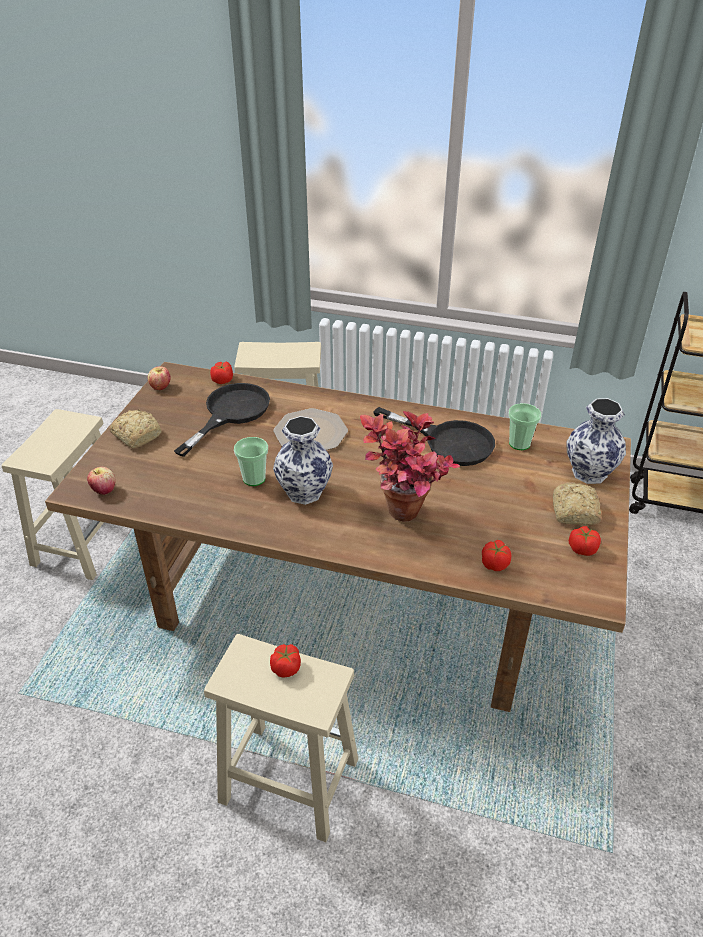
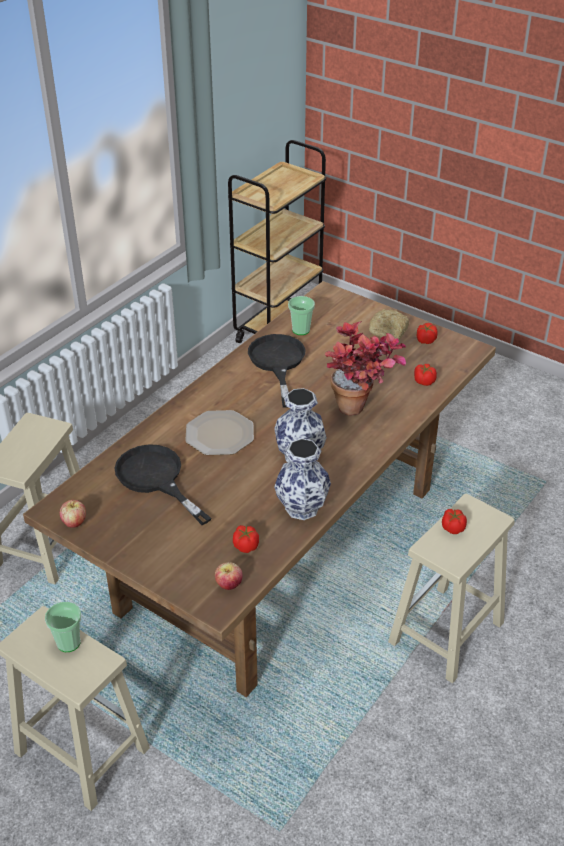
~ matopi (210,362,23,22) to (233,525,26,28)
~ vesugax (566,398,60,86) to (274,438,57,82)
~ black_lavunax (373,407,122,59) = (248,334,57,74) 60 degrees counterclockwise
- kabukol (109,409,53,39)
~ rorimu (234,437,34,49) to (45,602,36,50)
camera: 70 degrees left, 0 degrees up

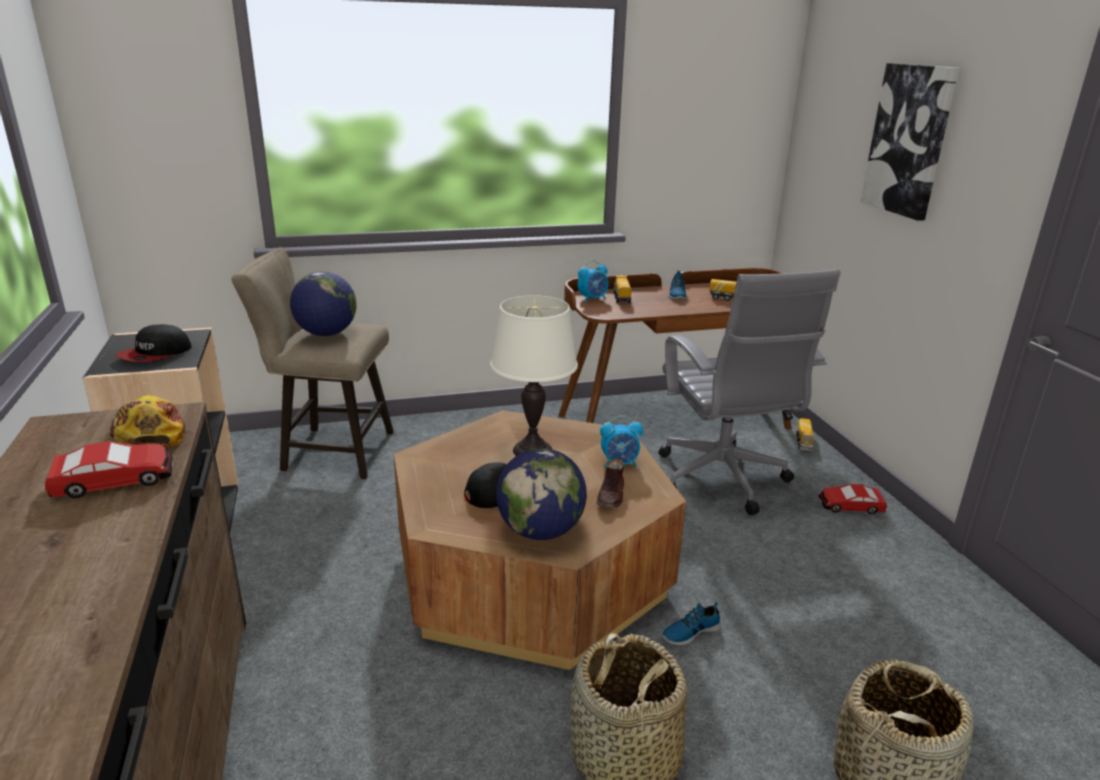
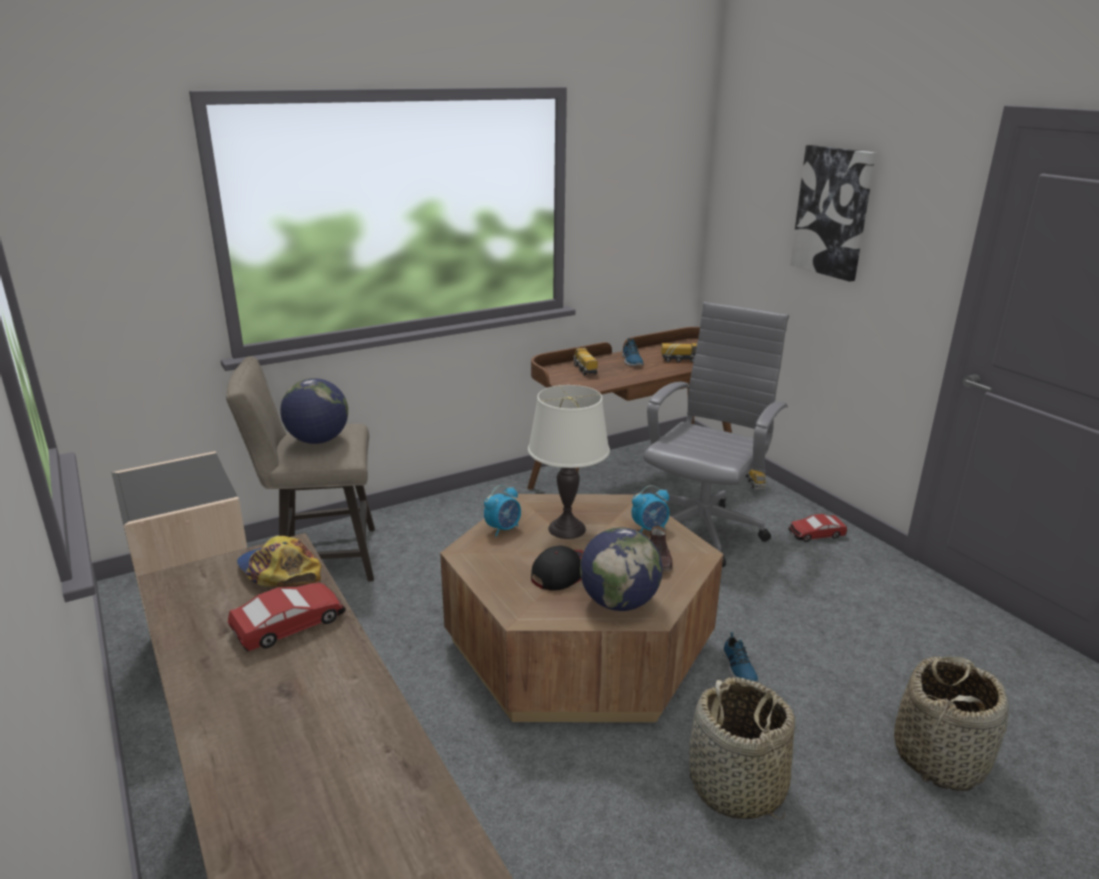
~ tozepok (577,260,32,42) to (484,485,37,52)
~ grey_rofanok (659,269,181,246) = (643,302,146,265) 120 degrees counterclockwise
- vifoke (115,324,77,38)
~ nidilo (662,602,59,43) = (722,632,37,51) 60 degrees counterclockwise
camera: 15 degrees left, 0 degrees up

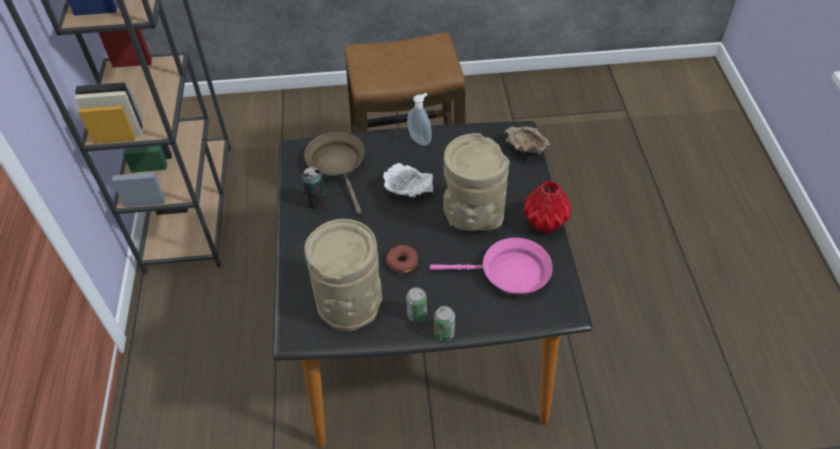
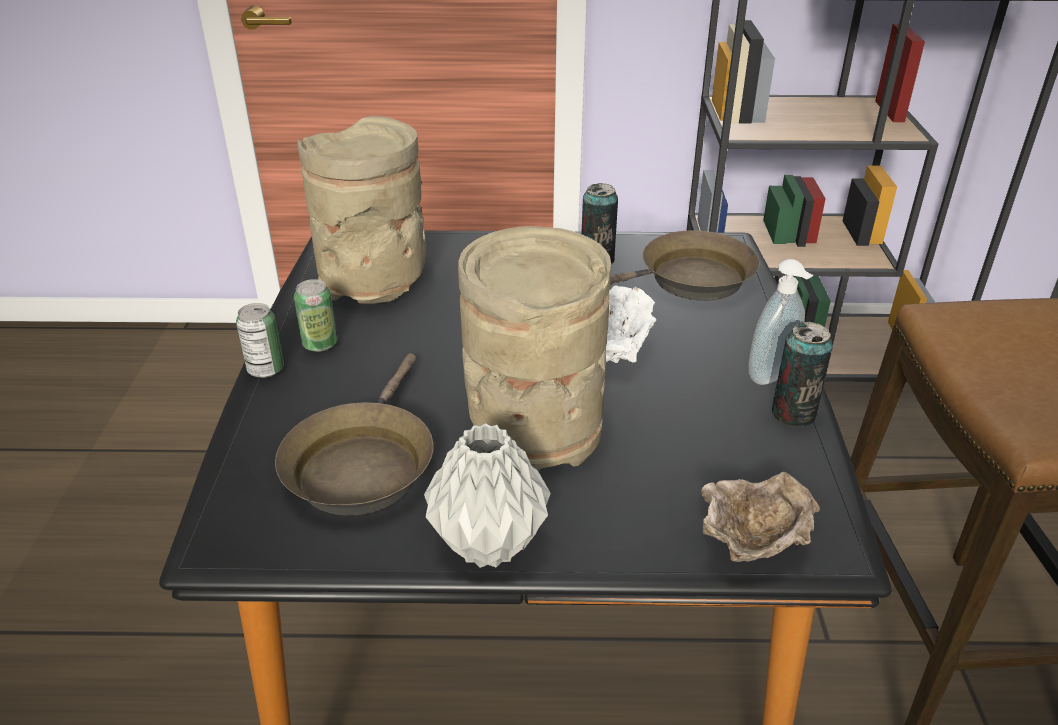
~ red_vesugax (523,181,49,52) to grey_vesugax (424,423,126,145)
~ pink_lavunax (430,238,123,57) to brown_lavunax (275,353,158,163)
- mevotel (386,245,32,30)
+ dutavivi (772,322,61,105)
camera: 95 degrees right, 15 degrees down

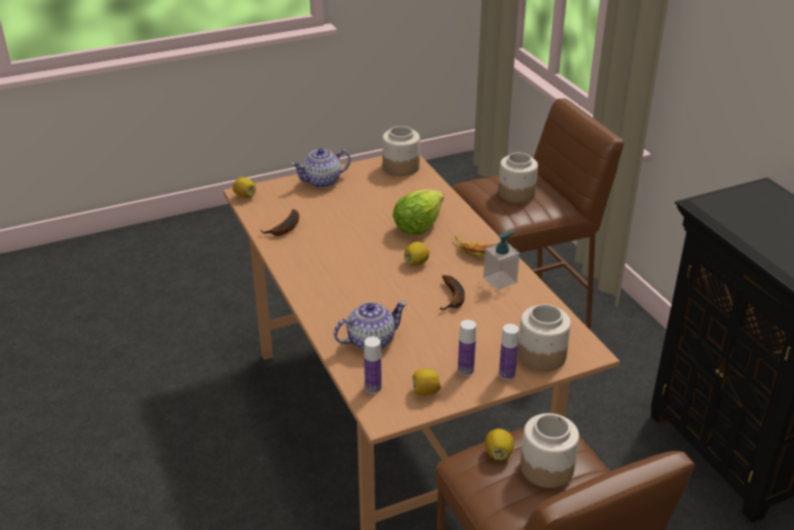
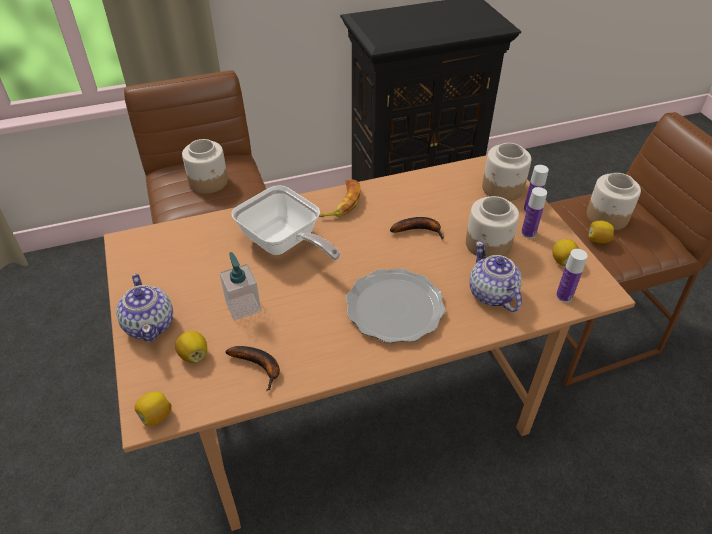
~ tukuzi (382,126,38,50) to (466,196,53,61)
~ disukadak (393,189,51,45) to lavunax (232,185,108,75)
~ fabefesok (483,231,37,59) to (220,252,41,69)
~ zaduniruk (404,242,25,24) to (175,331,32,32)
+ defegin (346,268,100,75)
camera: 85 degrees left, 10 degrees up

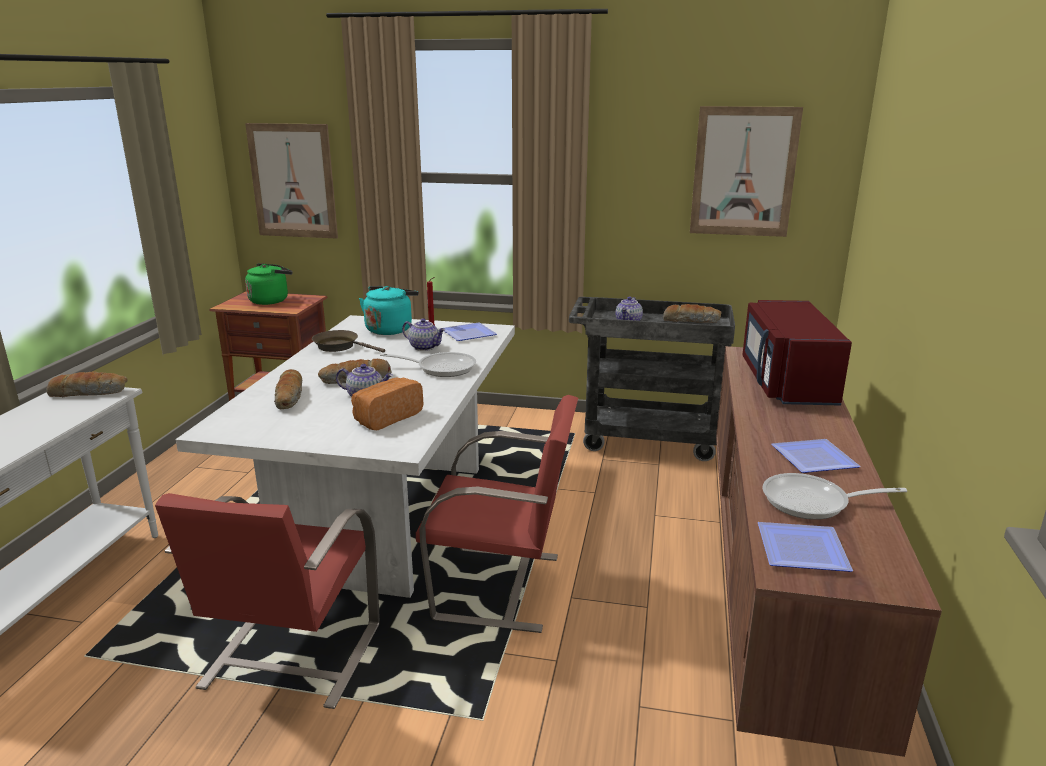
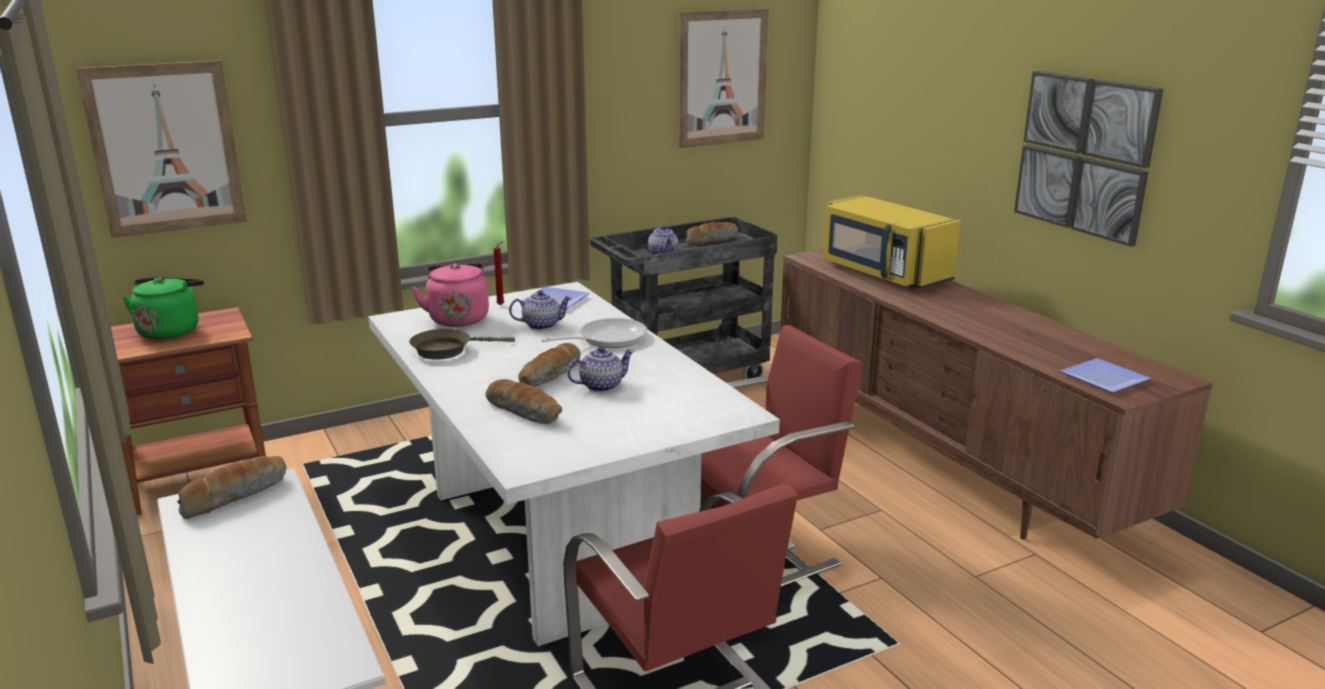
~ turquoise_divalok (359,286,60,49) to pink_divalok (411,263,78,64)
~ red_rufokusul (743,300,109,106) to yellow_rufokusul (823,195,138,94)
- kabukol (351,377,72,53)
- defegin (771,439,90,34)
- lavunax (762,473,145,47)
+ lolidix (1014,71,149,176)
camera: 40 degrees left, 0 degrees up

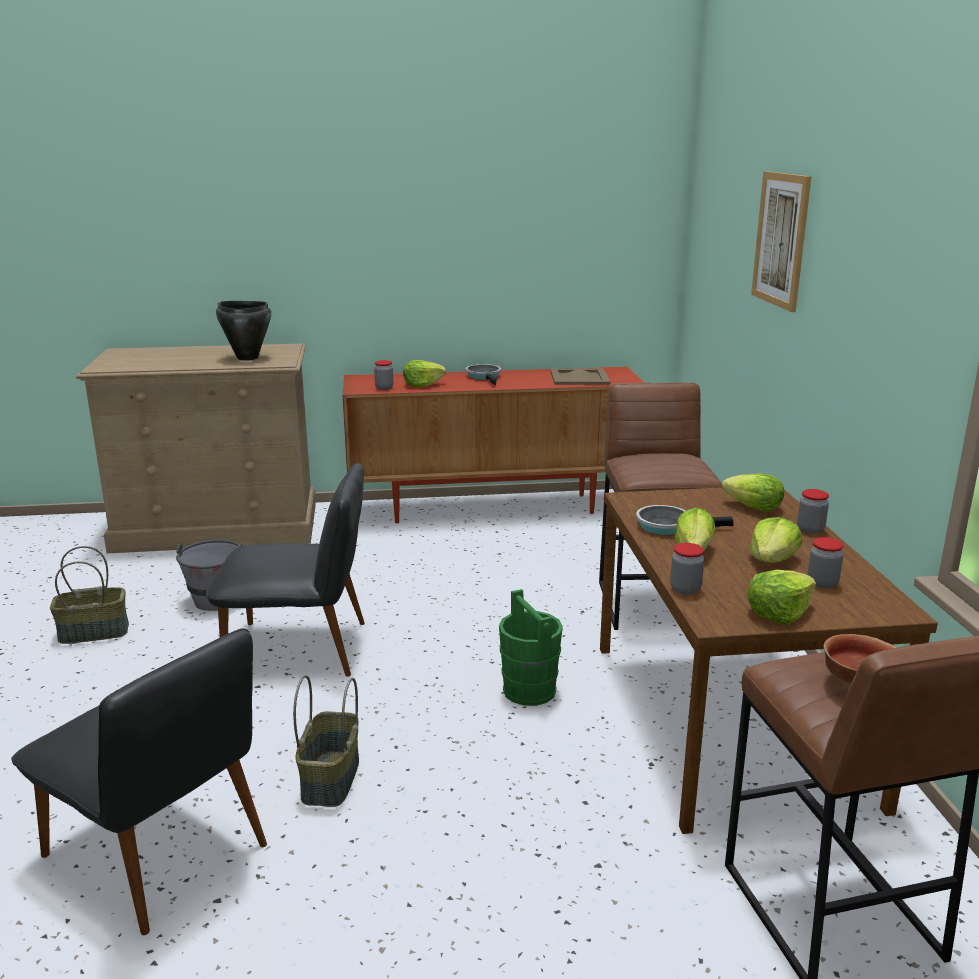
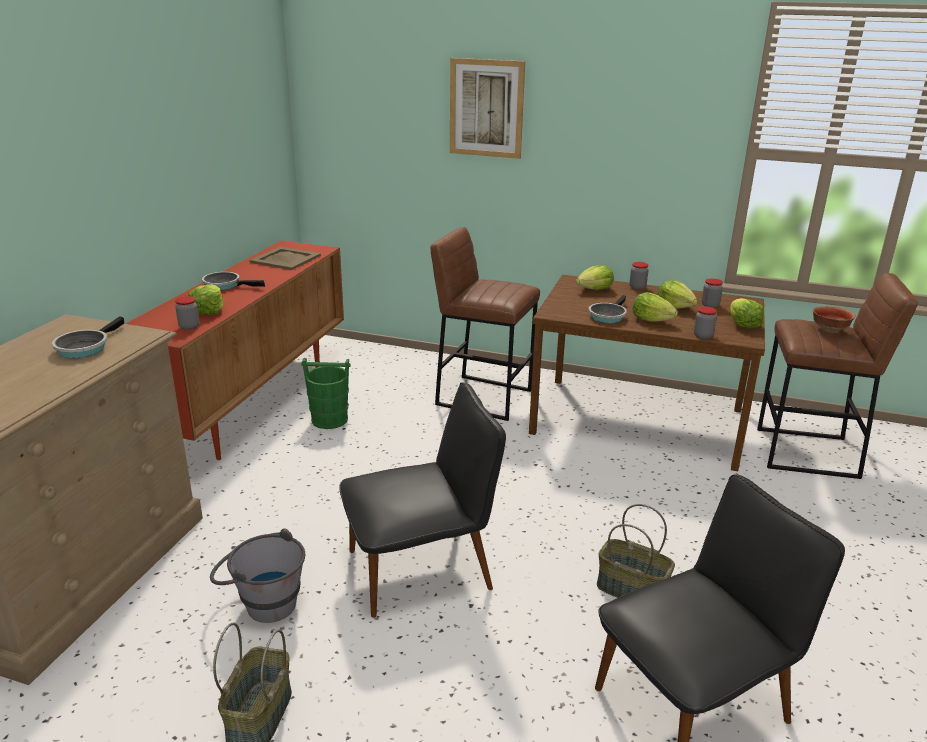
~ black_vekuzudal (216,301,55,60) to lavunax (52,316,72,42)
~ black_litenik (206,463,159,214) = (339,382,167,236) 45 degrees clockwise
~ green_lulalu (499,589,64,117) to (301,358,50,71)
camera: 65 degrees left, 5 degrees up

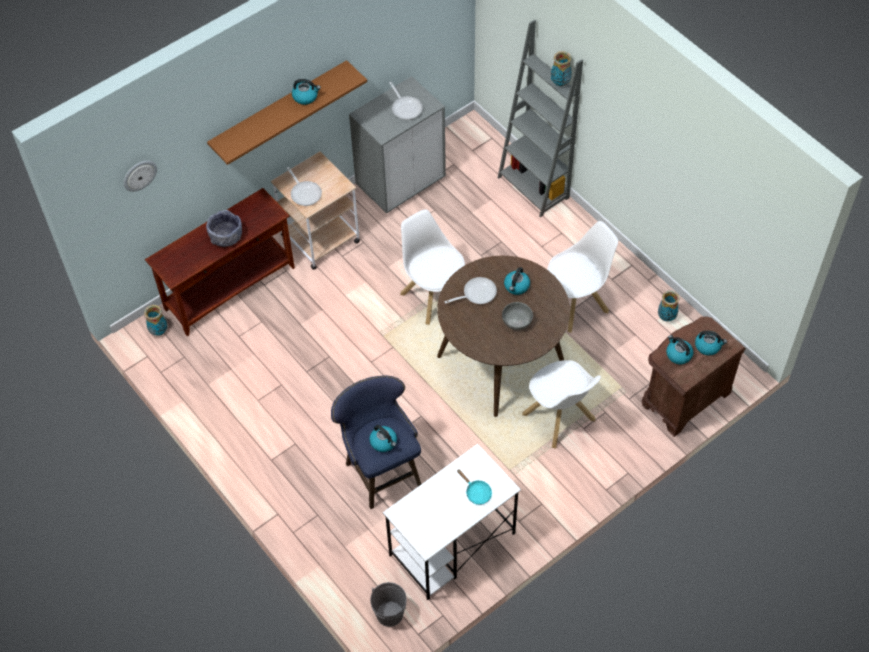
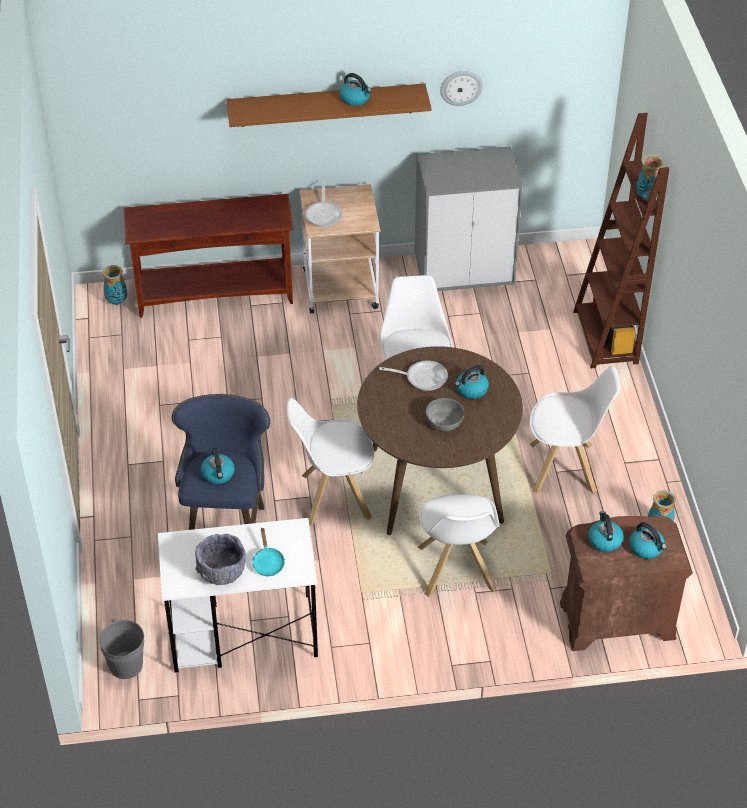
~ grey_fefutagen (498,19,85,198) to brown_fefutagen (573,113,96,256)
- lavunax (389,82,34,38)
~ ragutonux (124,161,33,31) to (440,71,43,35)
~ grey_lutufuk (206,210,36,37) to (195,534,51,51)
+ white_litenik (287,398,87,127)
camera: 30 degrees right, 10 degrees down

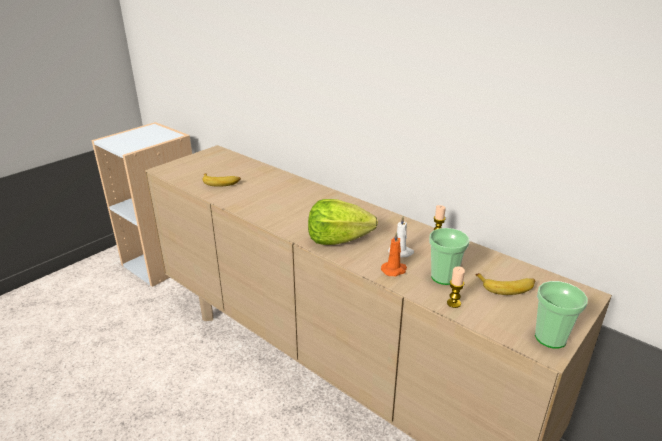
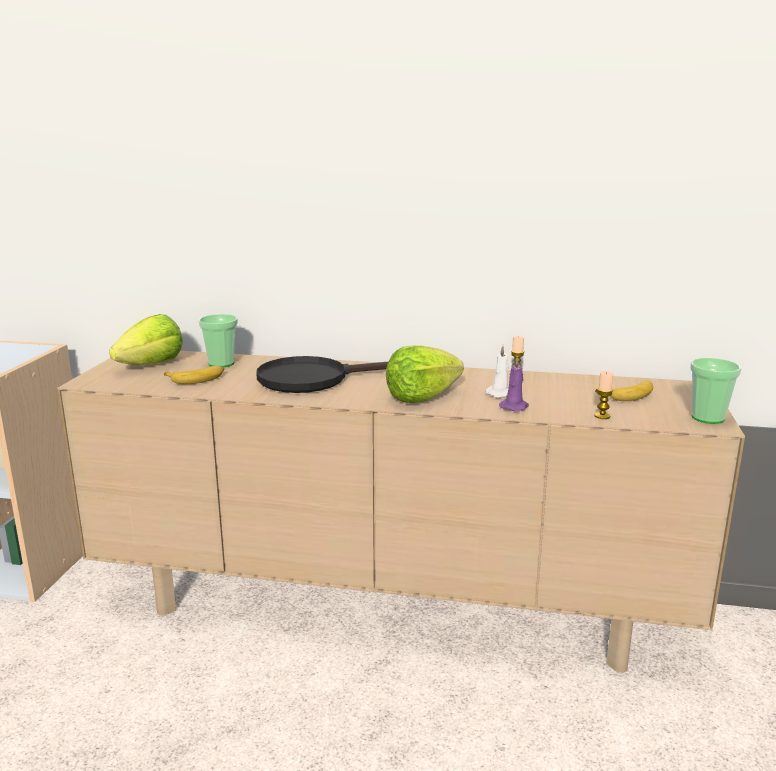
~ rorimu (429,228,40,57) to (199,314,39,53)
~ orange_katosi (381,232,26,44) to purple_katosi (499,356,30,56)
+ disukadak (109,314,74,51)
+ black_lavunax (256,356,132,37)
camera: 30 degrees left, 10 degrees down

